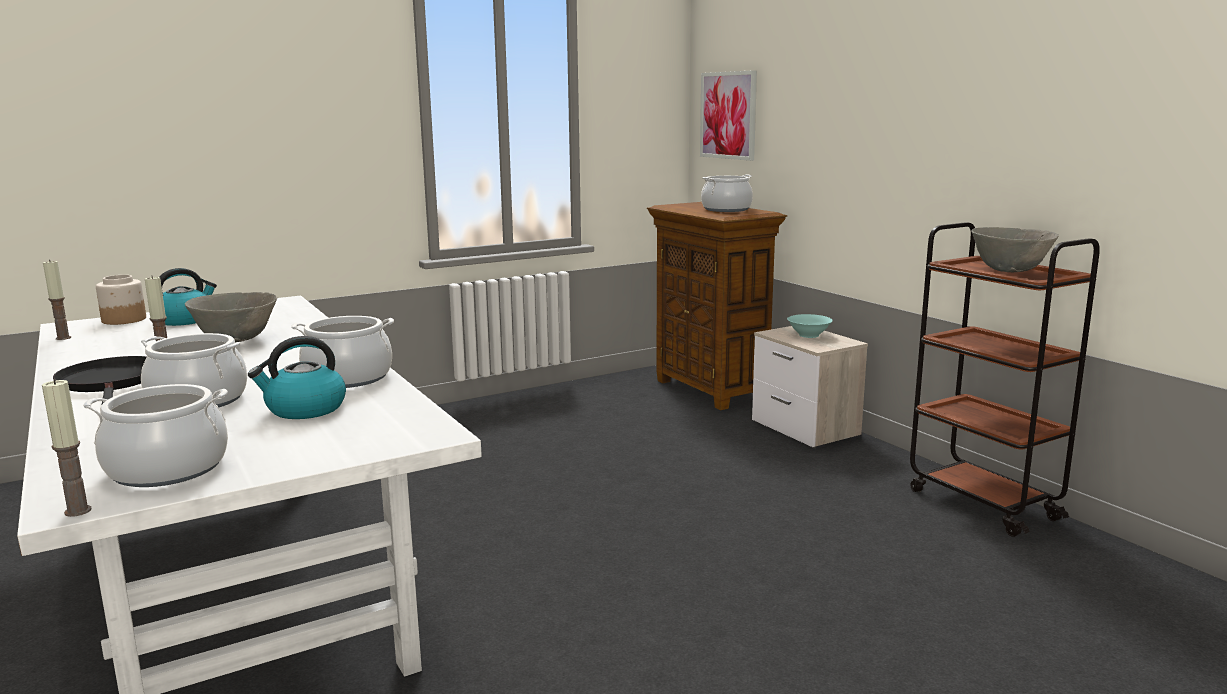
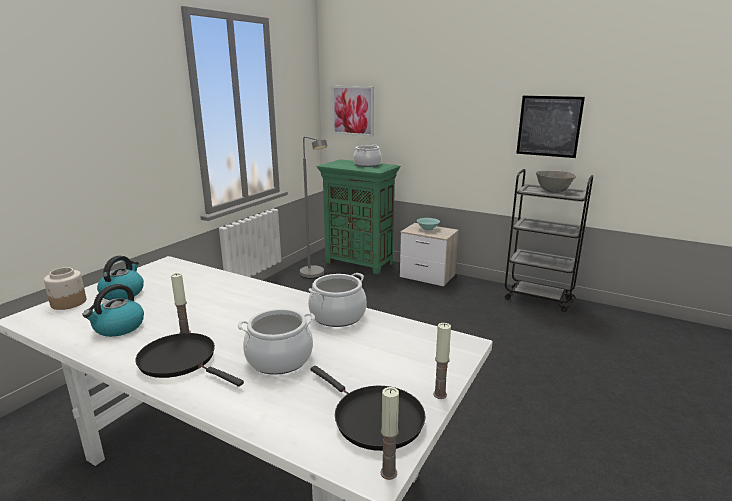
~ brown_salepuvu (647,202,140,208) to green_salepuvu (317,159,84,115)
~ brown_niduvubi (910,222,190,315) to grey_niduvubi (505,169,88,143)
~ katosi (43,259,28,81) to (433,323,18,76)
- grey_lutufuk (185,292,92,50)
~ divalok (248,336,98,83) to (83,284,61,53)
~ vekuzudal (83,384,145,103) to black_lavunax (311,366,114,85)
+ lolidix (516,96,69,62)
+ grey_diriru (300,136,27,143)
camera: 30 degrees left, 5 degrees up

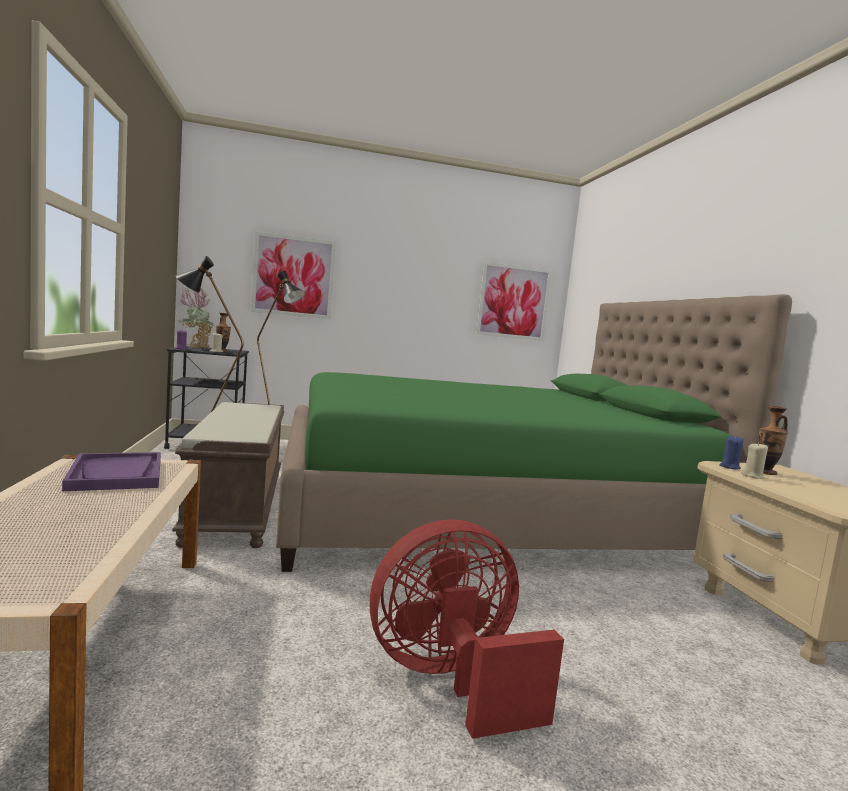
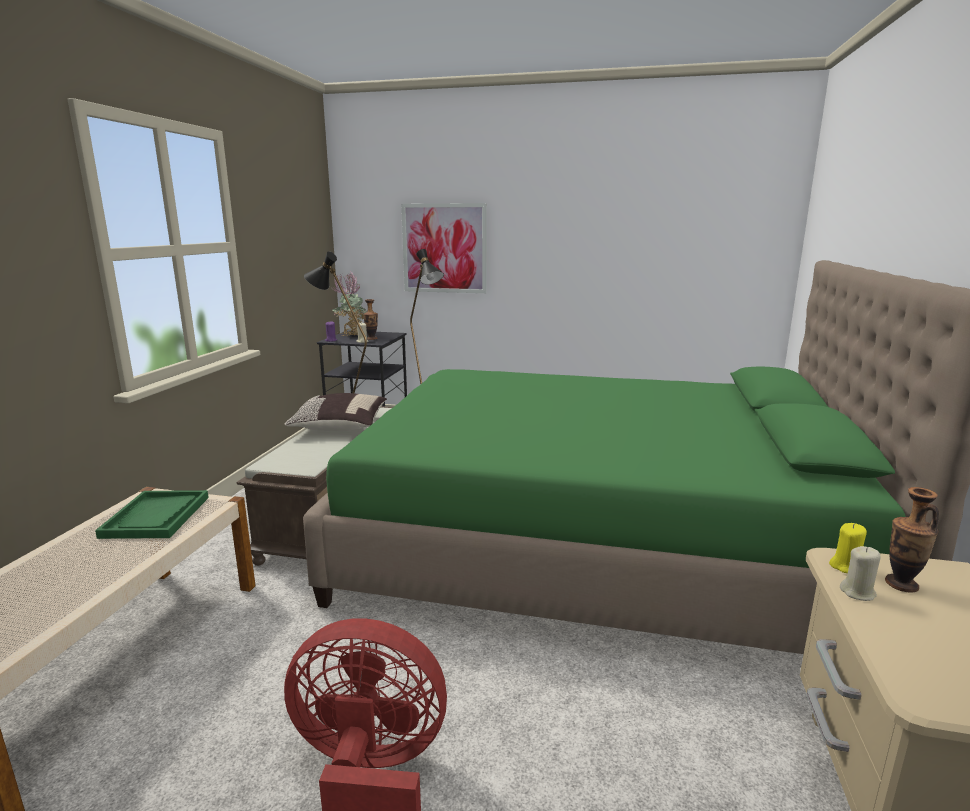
- lolidix (476,262,76,79)
~ blue_katosi (719,435,24,34) to yellow_katosi (829,523,38,50)
~ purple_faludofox (62,452,99,39) to green_faludofox (95,490,114,49)
+ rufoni (285,393,102,38)
camera: 25 degrees right, 10 degrees up

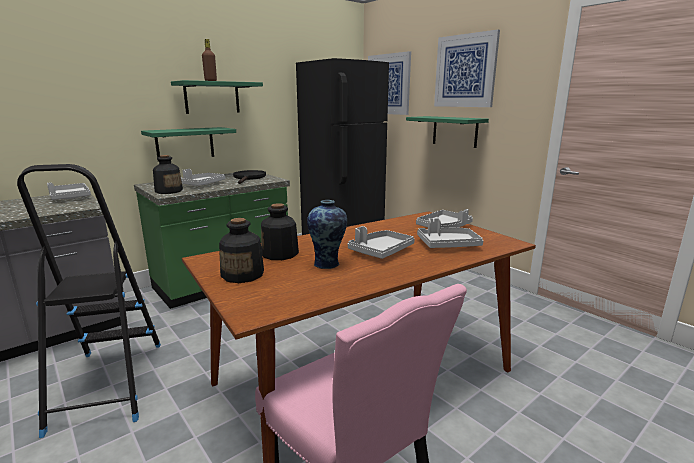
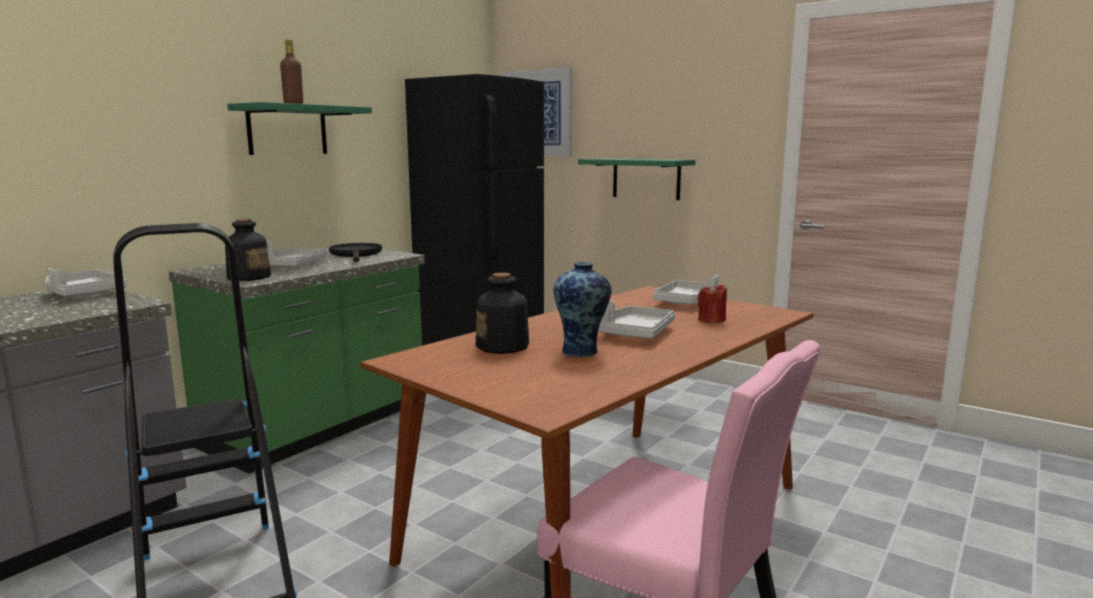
- lolidix (434,30,66,77)
- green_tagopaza (141,127,95,35)
- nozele (219,218,45,65)
~ grey_faludofox (417,218,66,30) to red_katosi (697,282,30,41)
camera: 15 degrees left, 5 degrees down

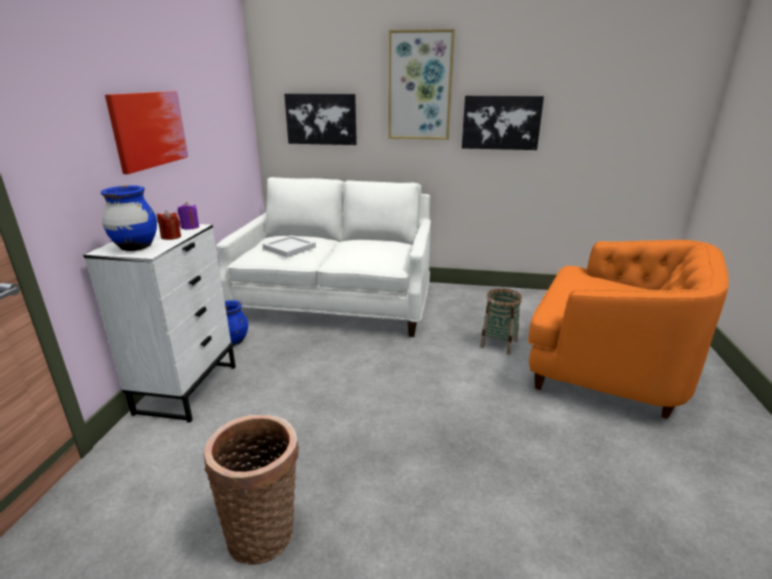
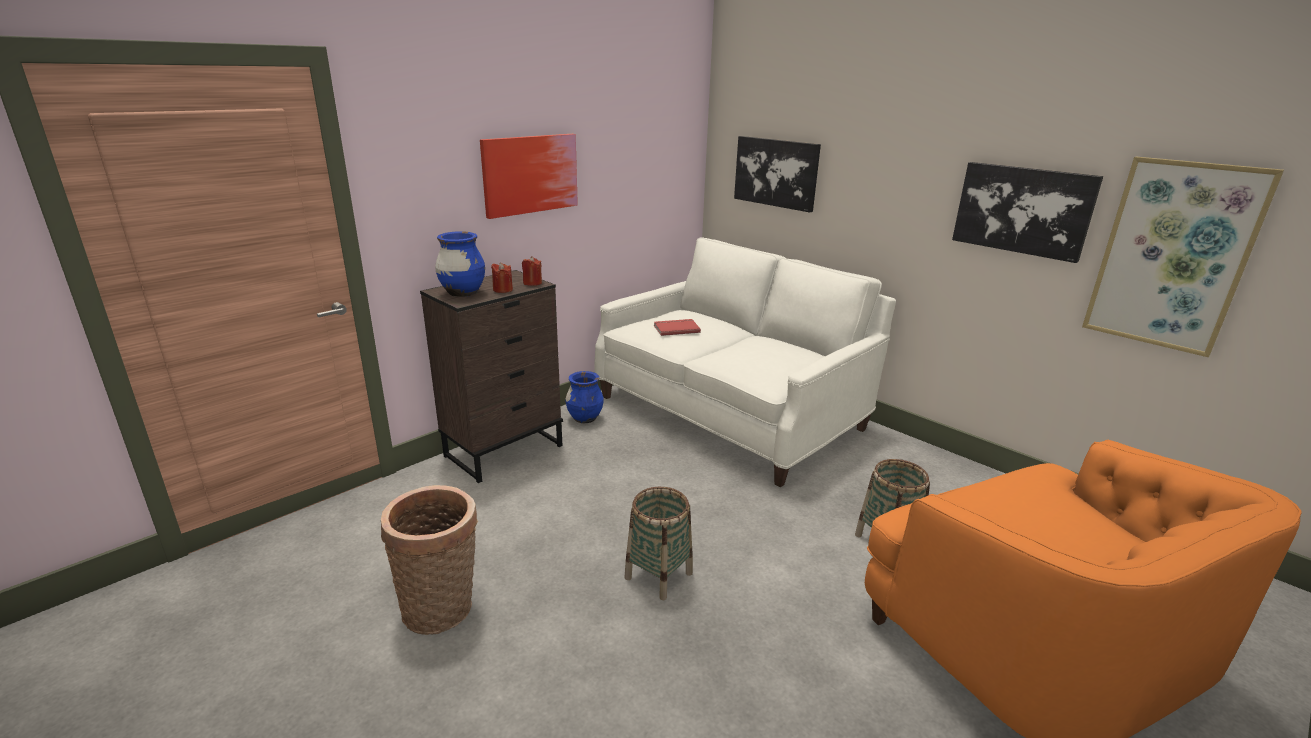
~ lolidix (388,29,67,111) to (1082,157,202,200)
~ purple_katosi (178,202,21,28) to red_katosi (522,256,20,30)
~ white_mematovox (83,222,153,201) to brown_mematovox (420,270,143,213)
~ white_faludofox (262,235,54,22) to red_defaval (654,319,47,17)
+ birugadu (624,487,69,113)
camera: 35 degrees right, 0 degrees up

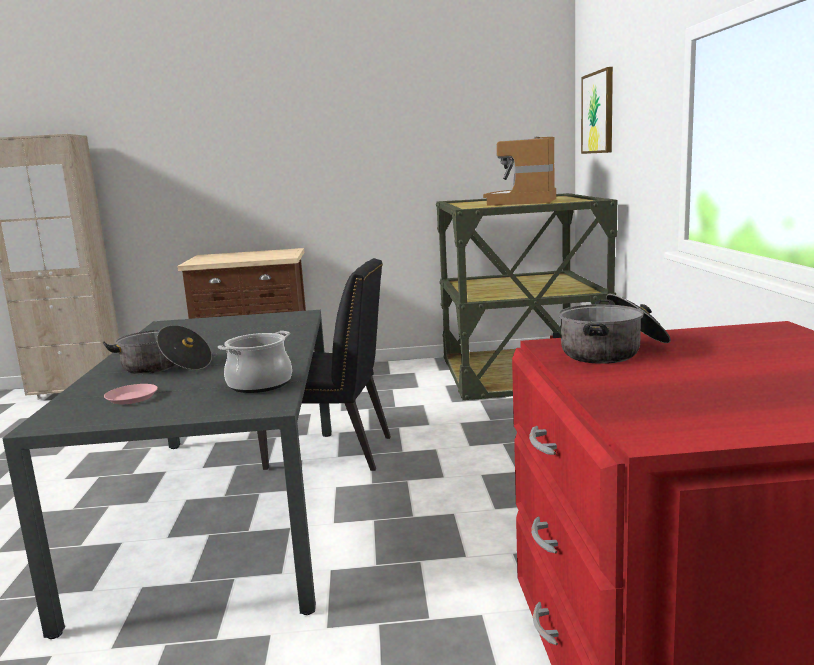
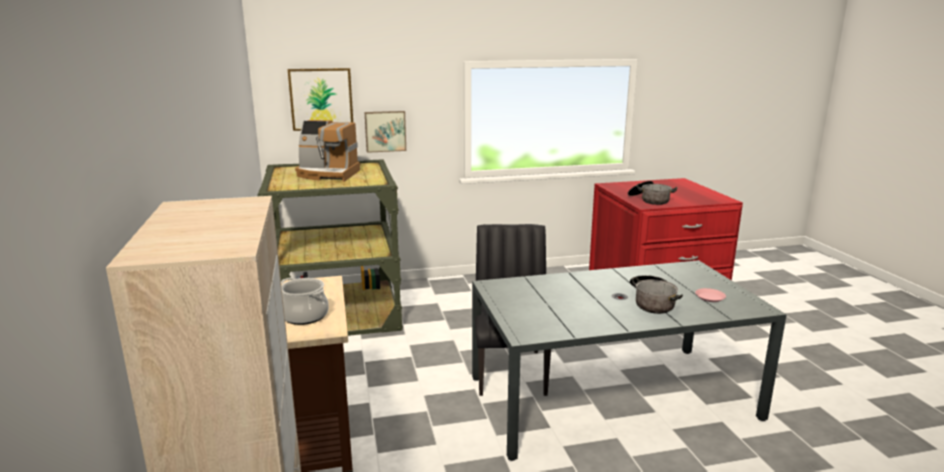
~ vekuzudal (218,331,74,62) to (281,277,48,48)
+ lolidix (365,111,41,42)
camera: 100 degrees left, 5 degrees up

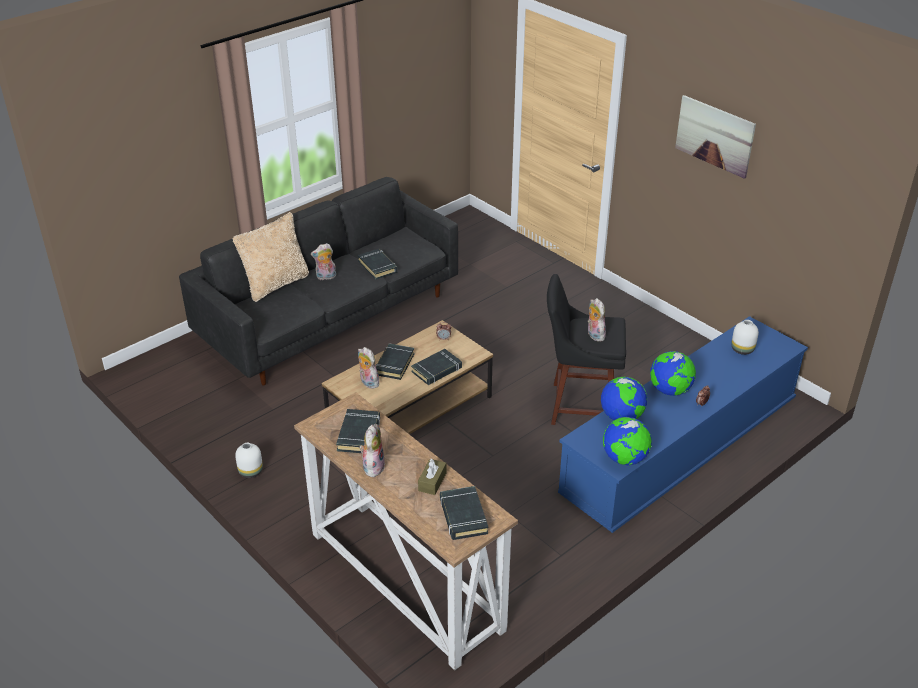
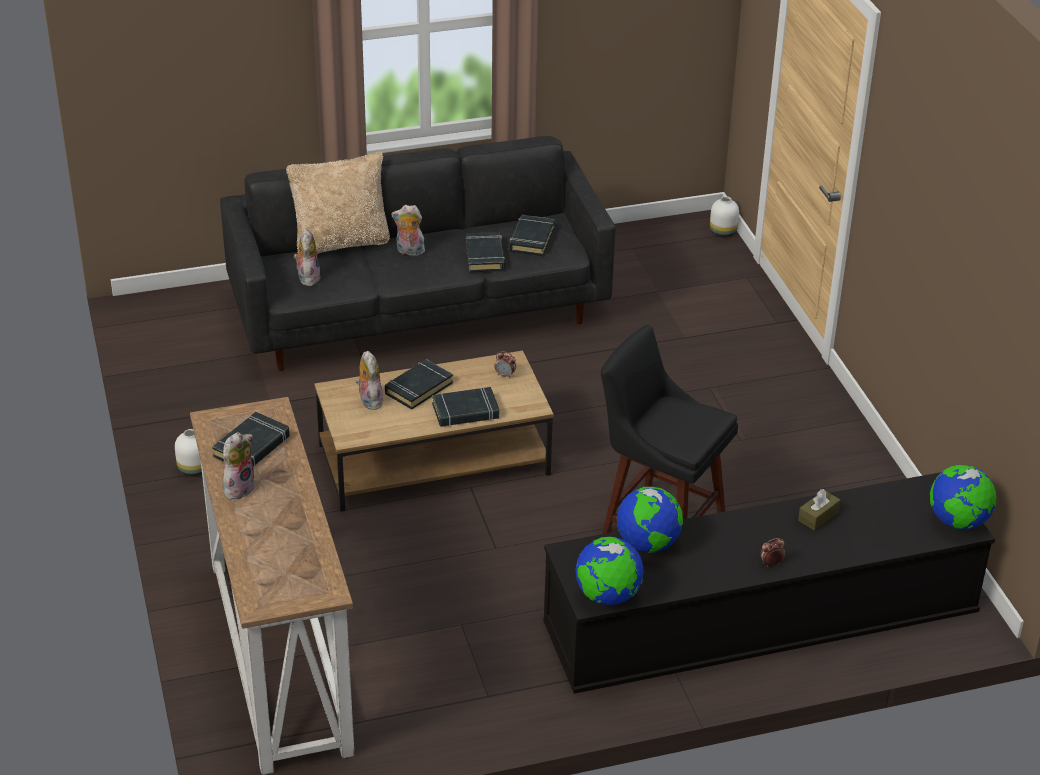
- lolidix (675,95,81,84)
~ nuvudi (587,298,19,43) to (294,229,27,57)
~ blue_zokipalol (558,316,250,217) to black_zokipalol (543,472,452,222)
~ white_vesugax (731,320,28,35) to (710,196,29,42)
~ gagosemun (650,351,46,45) to (930,465,66,65)
~ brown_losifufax (418,459,29,36) to (798,489,43,42)
~ black_defaval (440,486,48,54) to (509,215,46,41)
camera: 25 degrees right, 0 degrees up

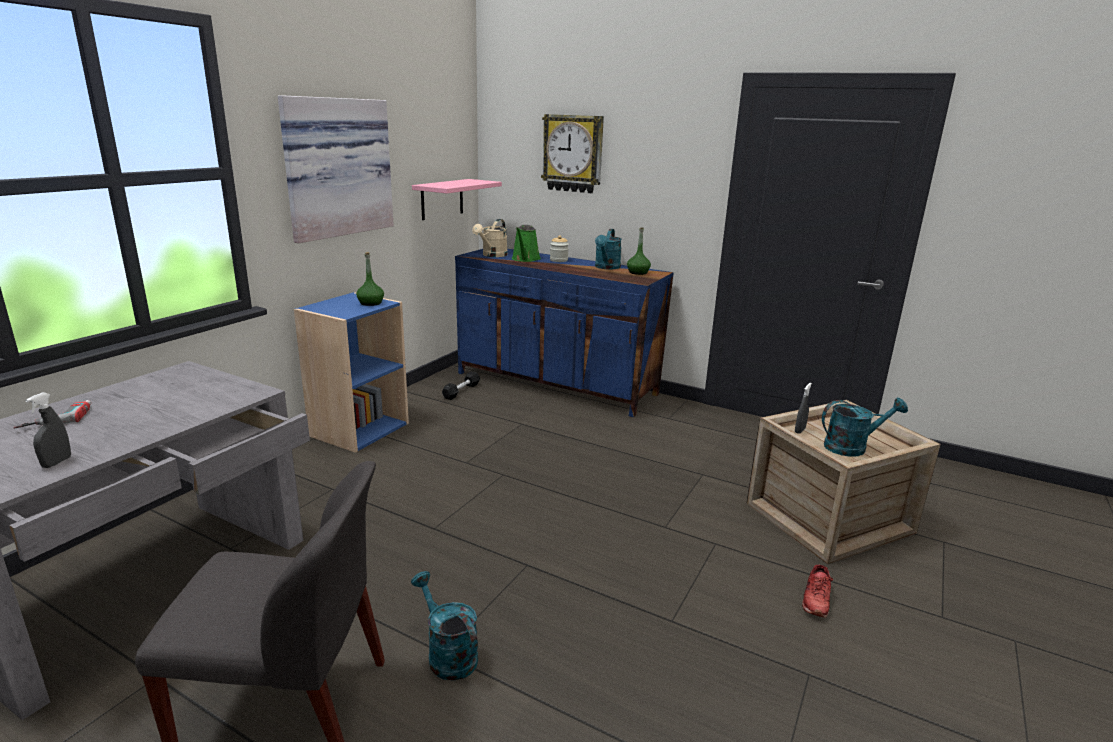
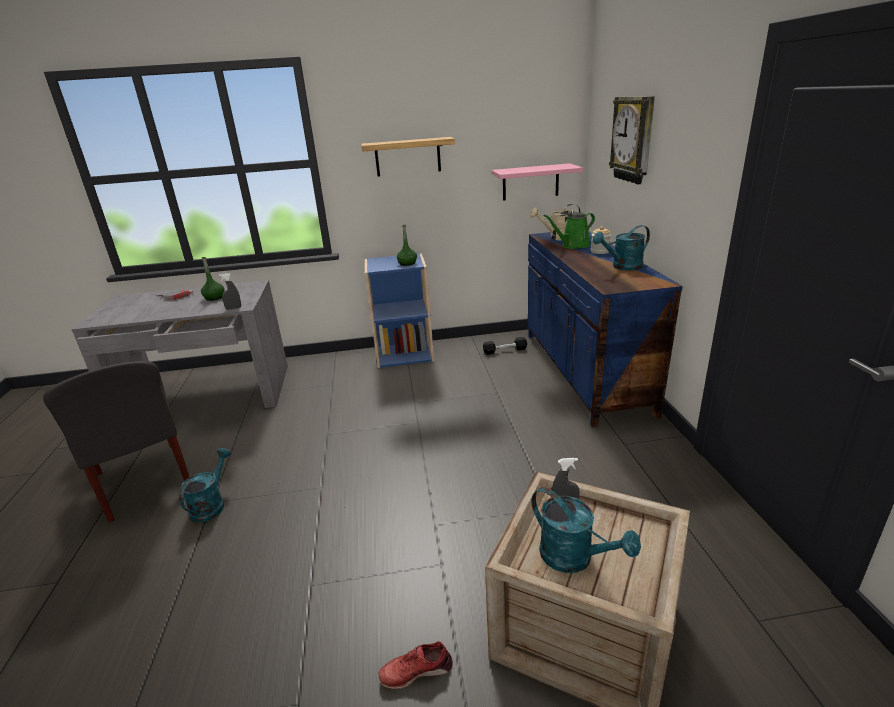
~ lolidix (278,95,116,148) to tagopaza (361,137,94,39)
~ green_nozele (627,227,24,48) to (201,257,24,44)
~ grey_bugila (25,392,46,76) to (219,273,22,37)
camera: 55 degrees right, 5 degrees up

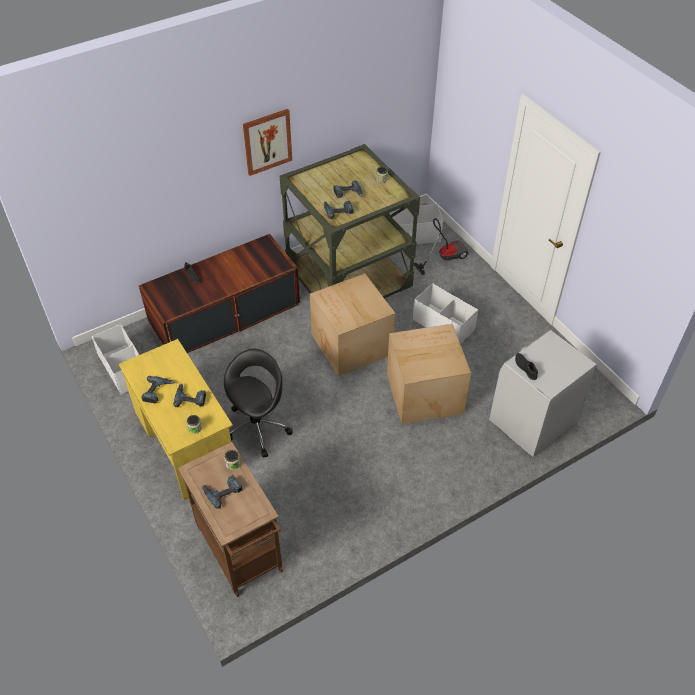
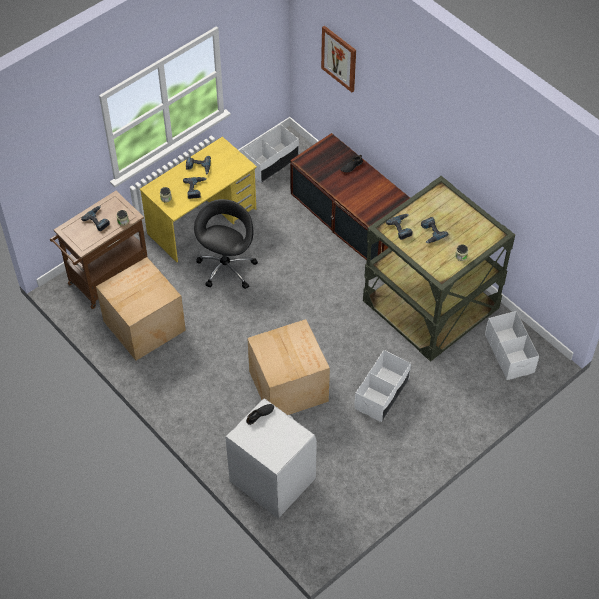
~ lolidix (243,109,49,67) to (321,26,35,66)
- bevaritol (414,218,55,57)
~ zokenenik (310,273,86,103) to (96,257,90,104)
~ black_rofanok (224,349,68,108) = (194,199,64,90) 105 degrees counterclockwise
camera: 80 degrees right, 5 degrees up

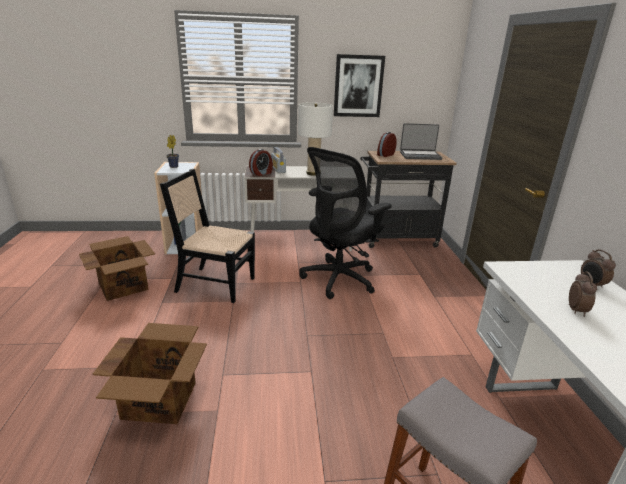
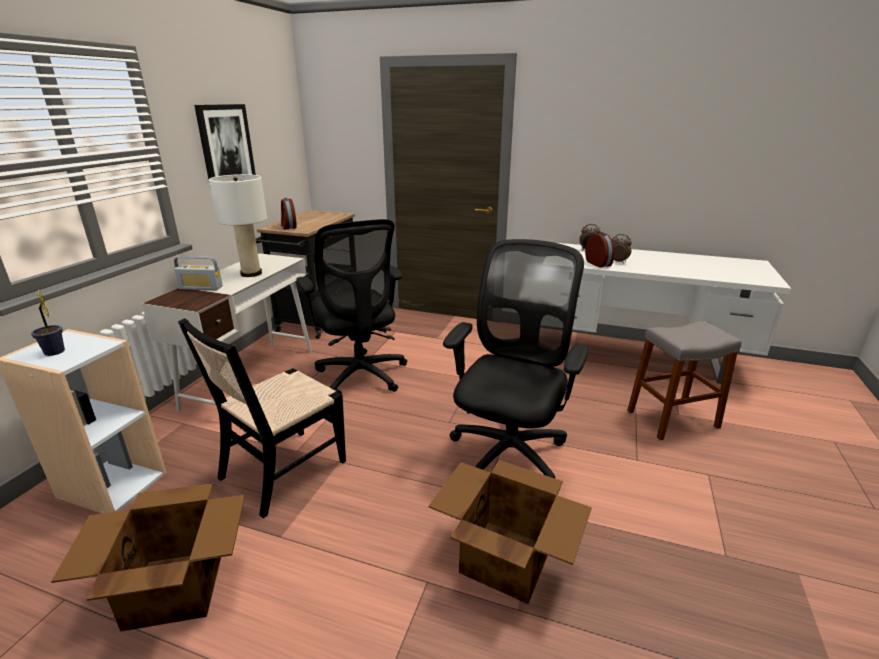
- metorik (400,123,42,37)
~ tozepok (249,149,24,27) to (585,232,29,36)
+ black_rofanok (443,239,145,239)
camera: 65 degrees left, 0 degrees up

